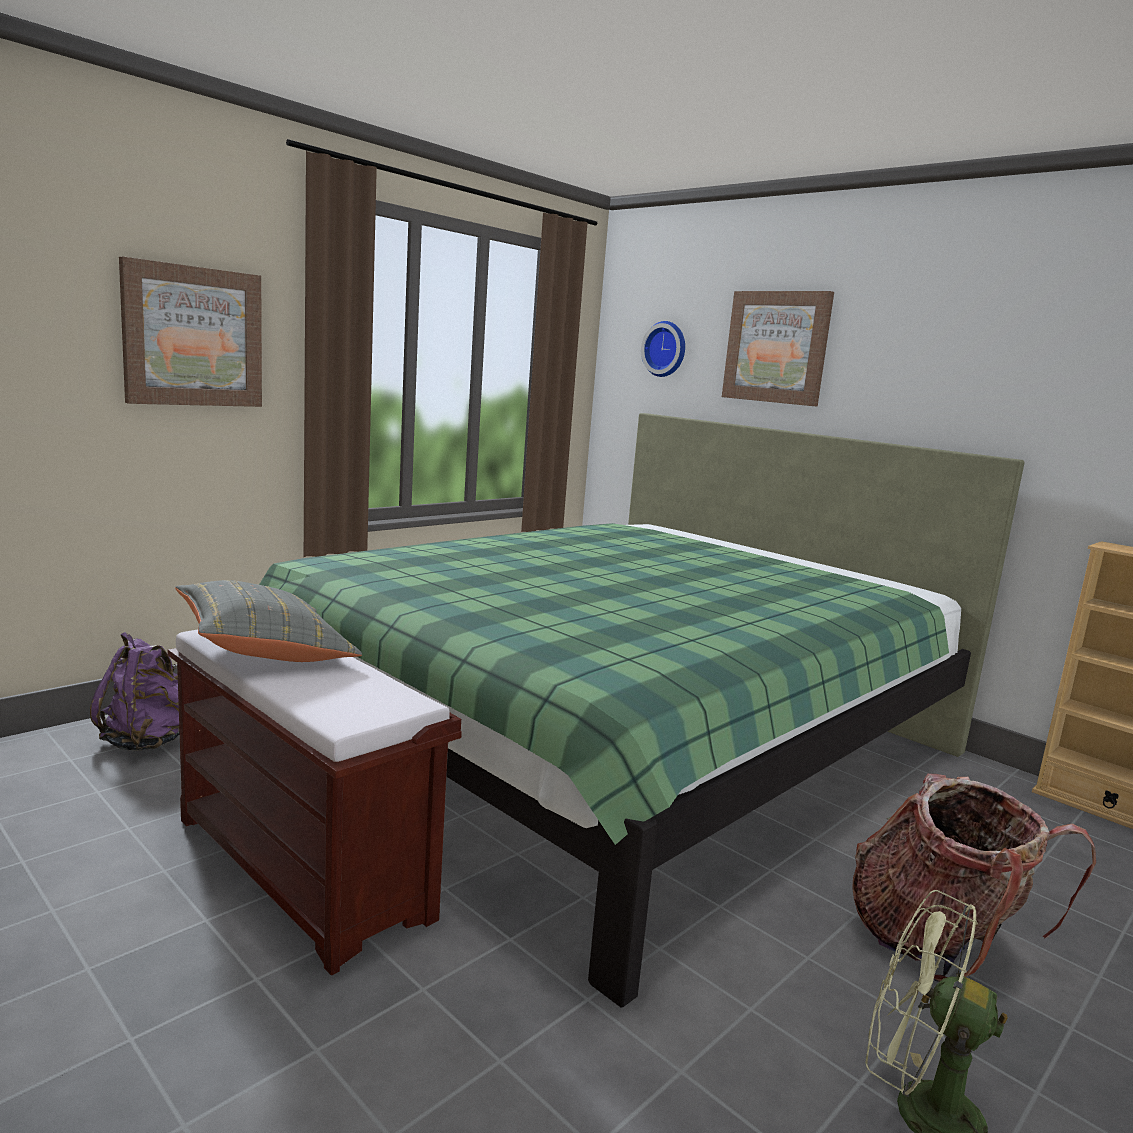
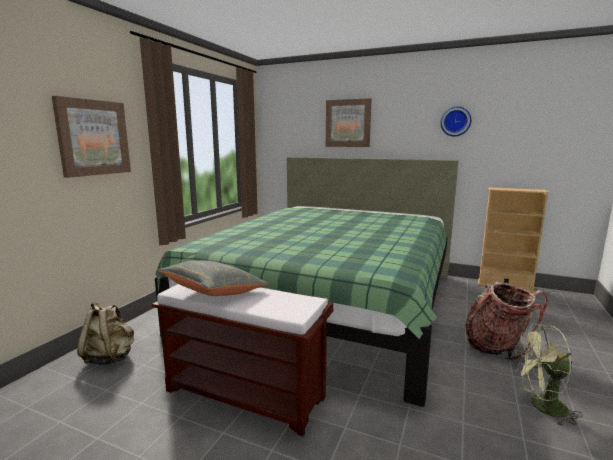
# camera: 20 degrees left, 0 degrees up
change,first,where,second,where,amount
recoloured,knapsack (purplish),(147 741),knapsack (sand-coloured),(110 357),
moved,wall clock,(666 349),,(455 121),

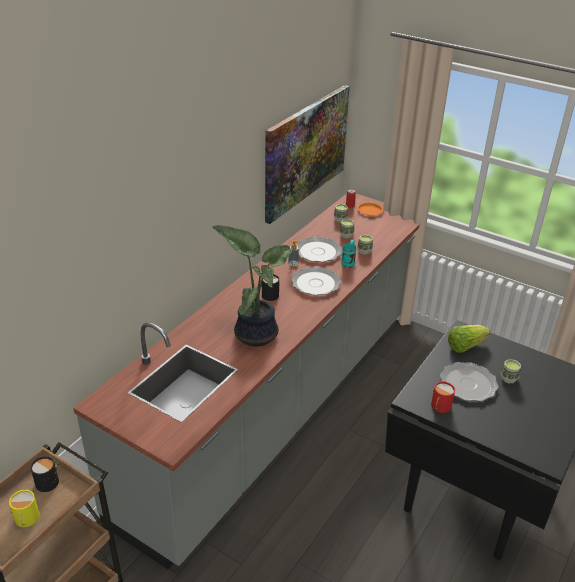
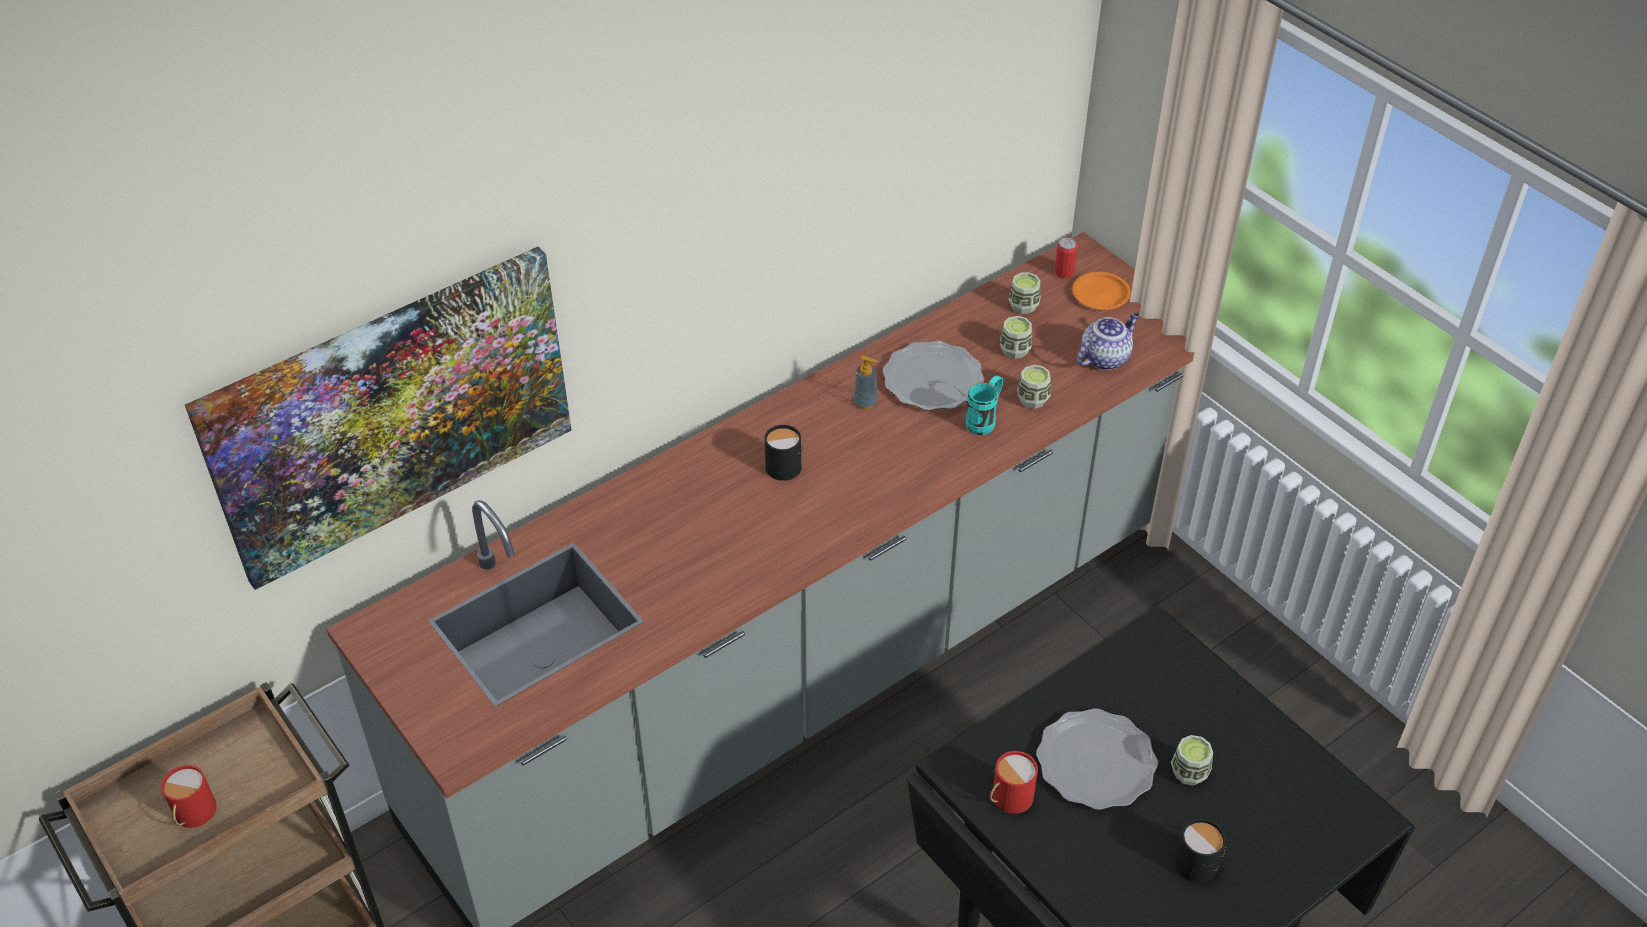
# camera: 20 degrees right, 10 degrees up
change,first,where,second,where,amount
recoloured,tea mug (yellow-coloured),(26 519),tea mug (red-coloured),(192 814),
moved,wall art,(306 151),,(392 414),
added,,,pot for tea,(1105 357),
moved,tea mug (blackish),(49 481),,(1200 862),
removed,houseplant,(255 332),,,
removed,flat dish,(316 283),,,
removed,lettuce,(465 346),,,

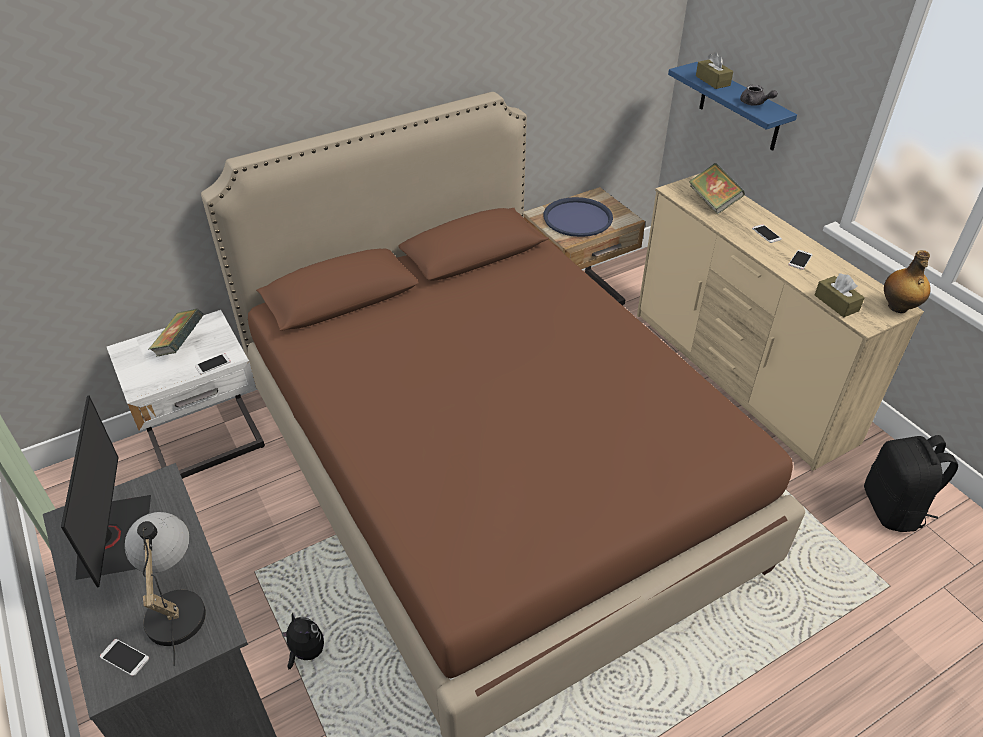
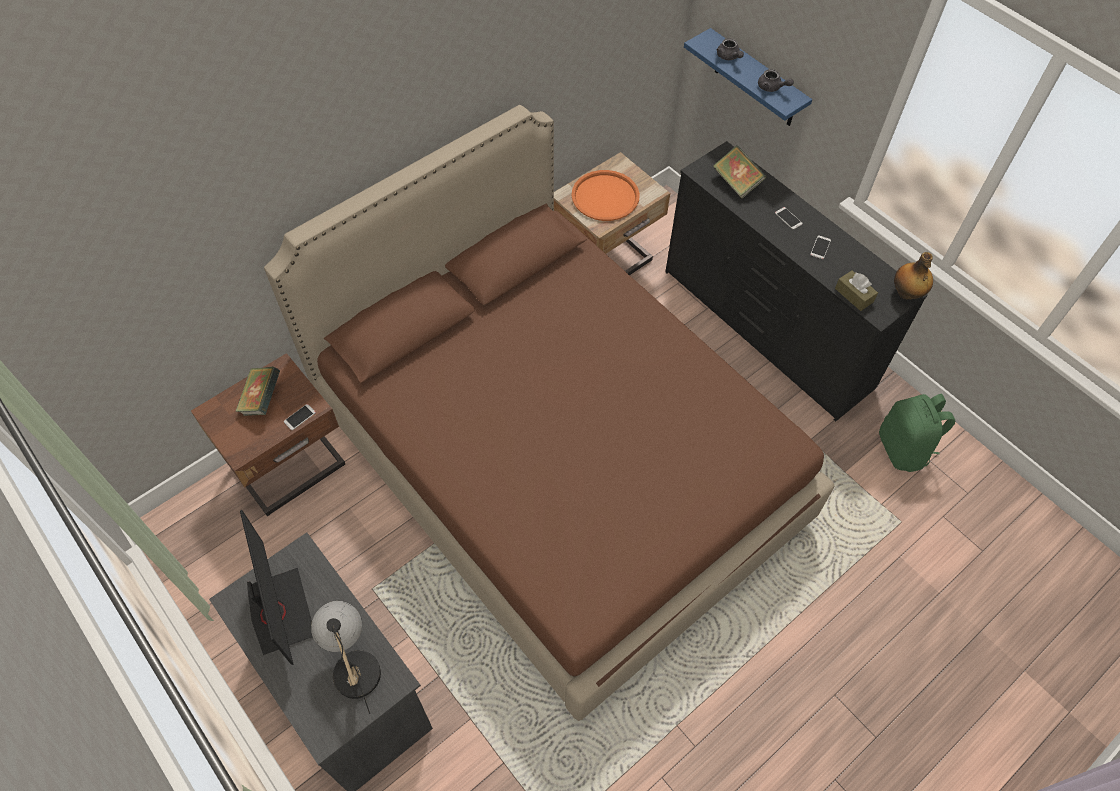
# camera: 10 degrees left, 15 degrees up
change,first,where,second,where,amount
recoloured,bedside table (white-coloured),(208 443),bedside table (brown),(291 468),
recoloured,tray (bluish),(577 218),tray (orange),(605 196),
recoloured,drawer chest (sand-coloured),(739 376),drawer chest (blackish),(766 329),
replaced,tissue holder (brown),(712 81),pot for tea (gray),(729 57),
recoloured,knapsack (blackish),(893 509),knapsack (green),(903 449),
removed,phone,(124 657),,,
removed,soft toy,(305 652),,,

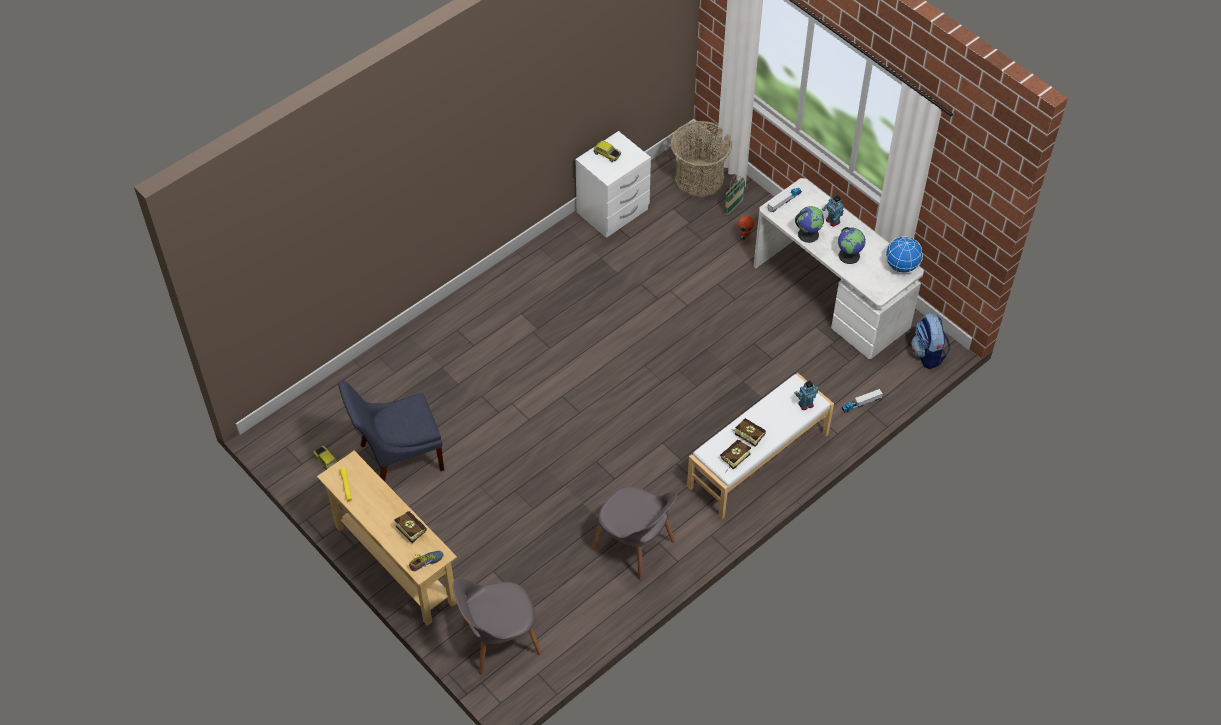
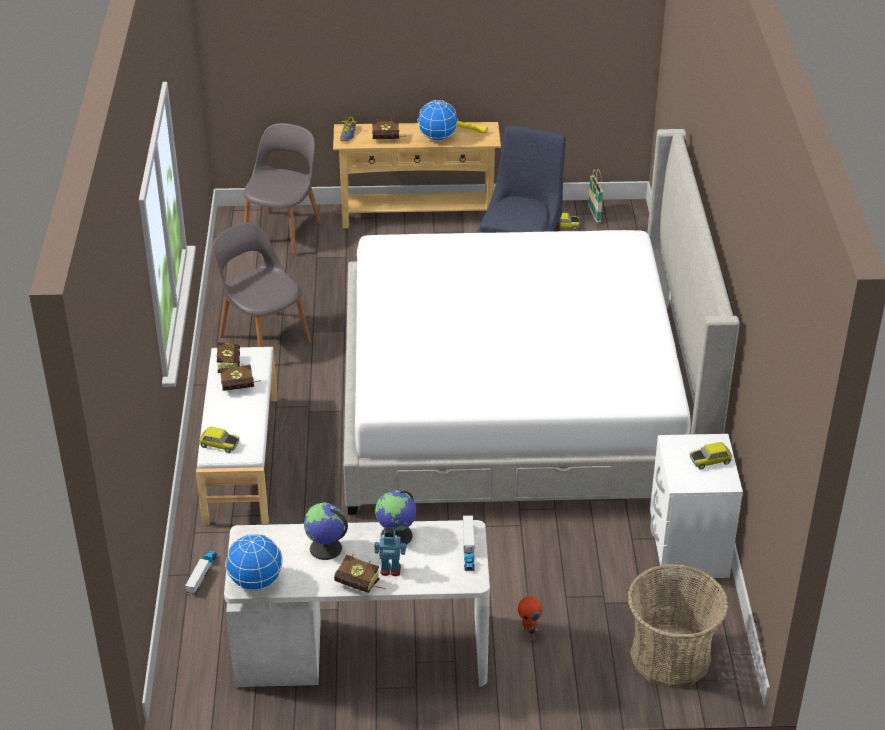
# camera: 130 degrees right, 15 degrees down
change,first,where,second,where,amount
replaced,model robot,(805 404),miniature car,(219 445),
turned,upright chair (gray),(635 546),,(263 337),60 degrees clockwise
added,,,bound book,(361 586),
added,,,bedroom bed,(518 403),
added,,,world globe,(438 137),
moved,household basket,(733 207),,(594 214),
removed,knapsack,(927 354),,,

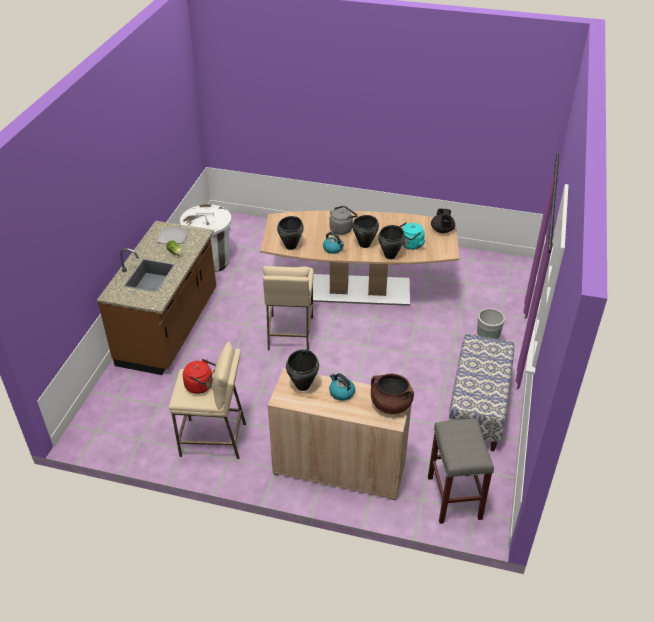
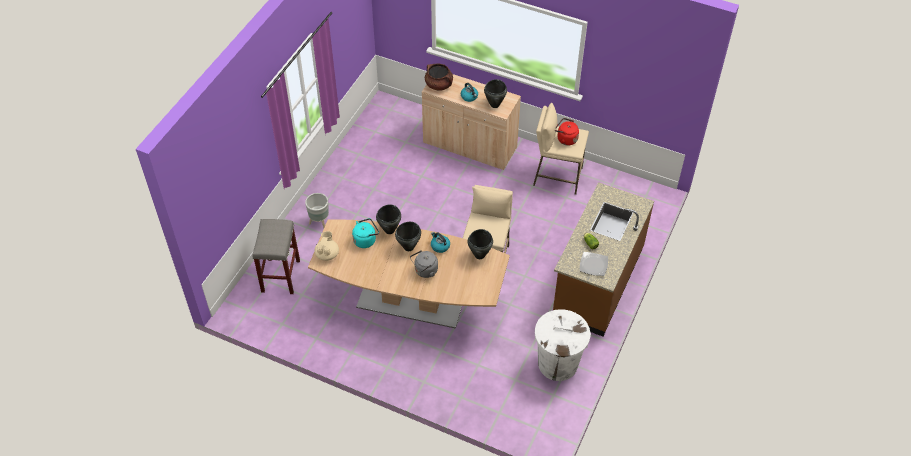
# camera: 170 degrees left, 10 degrees up
change,first,where,second,where,amount
moved,stool seat (gray),(455 498),,(280 275),
recoloured,pot for tea (blackish),(442 230),pot for tea (sand-coloured),(327 254),
removed,indoor bench,(477 409),,,

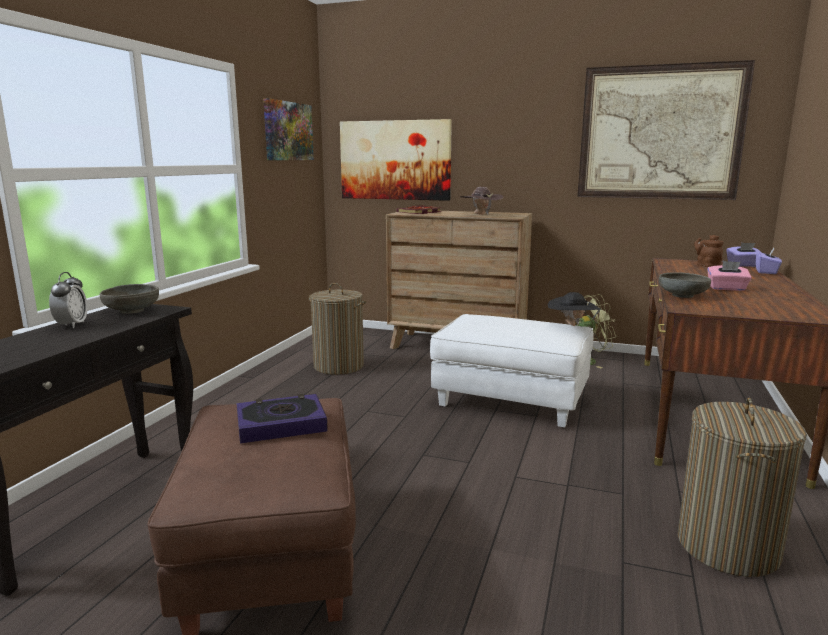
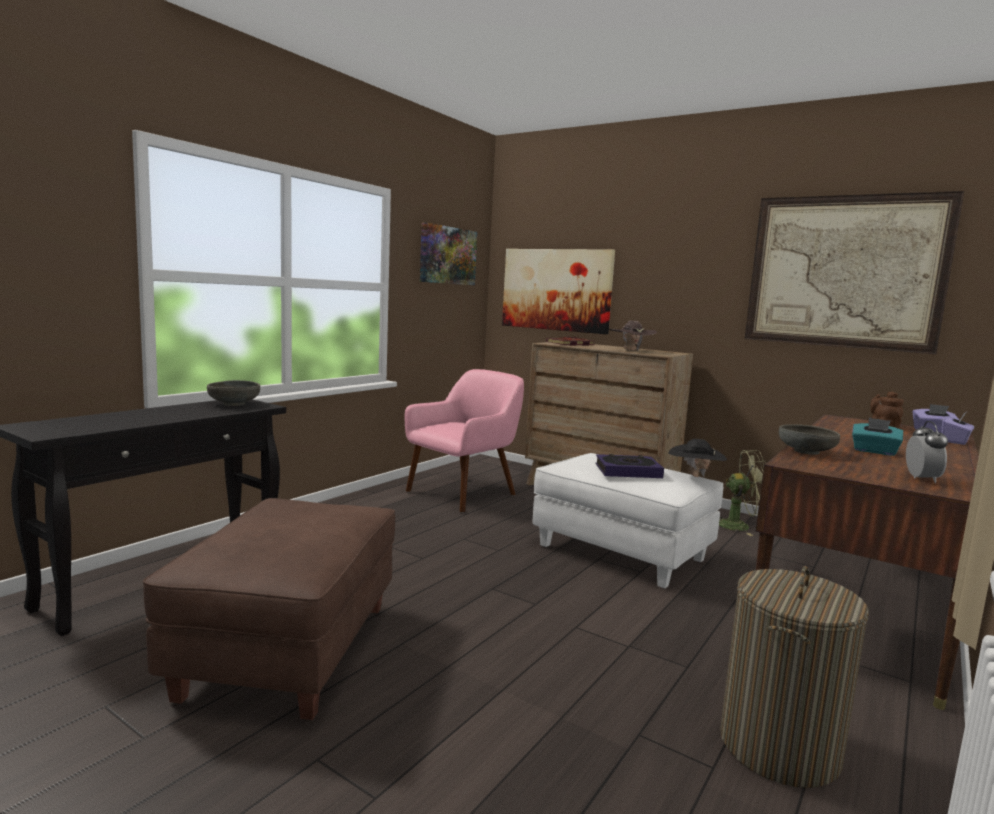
# camera: 15 degrees right, 5 degrees down
change,first,where,second,where,amount
replaced,washing basket,(339 366),easy chair (pink),(463 493),
moved,bound book,(281 424),,(628 471),
recoloured,tissue holder (pink),(727 288),tissue holder (turquoise),(874 451),
moved,table clock,(72 325),,(921 479),

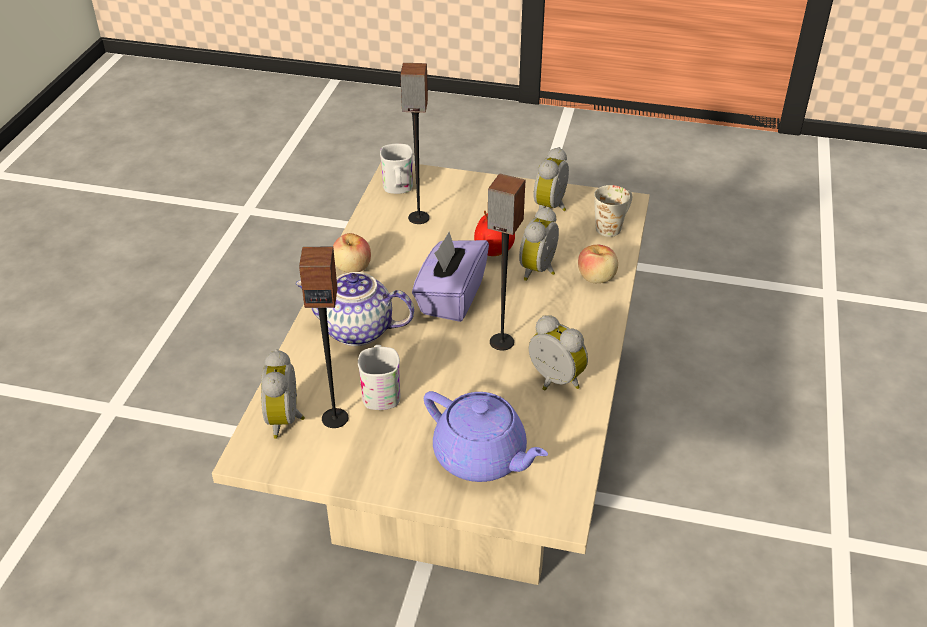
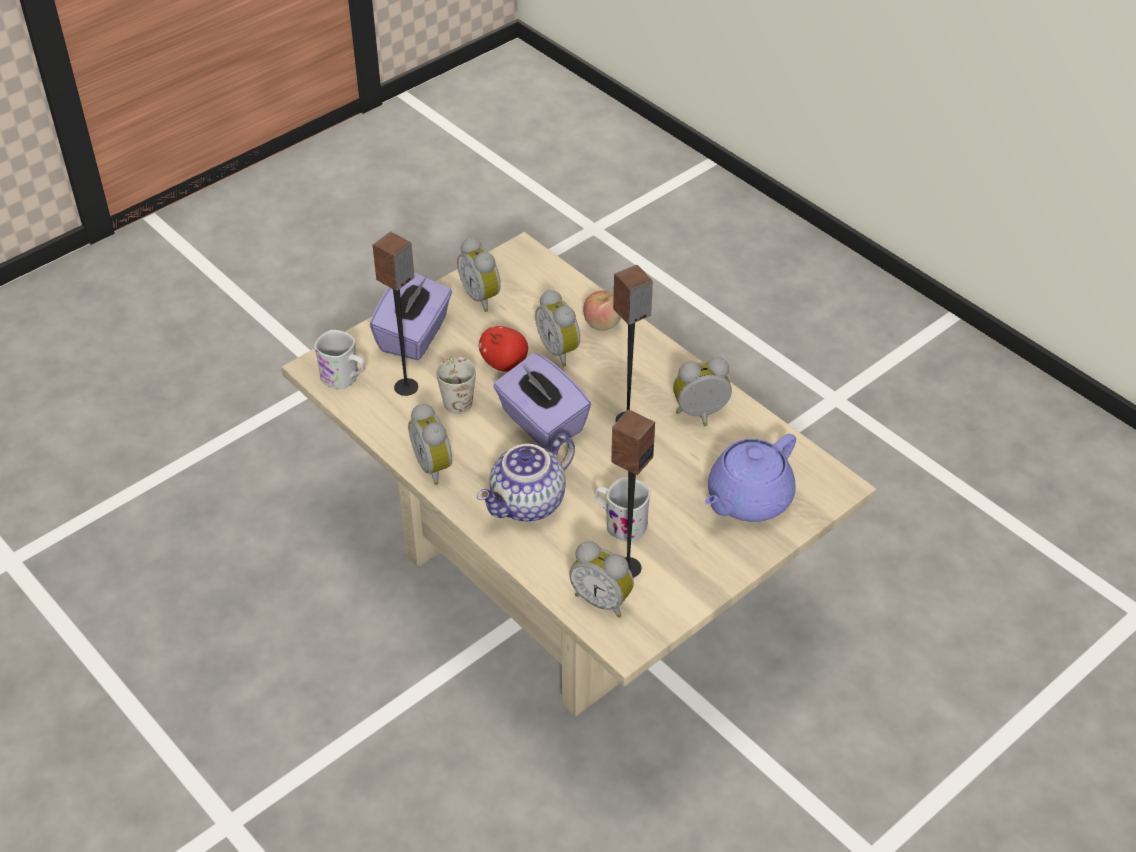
# camera: 55 degrees left, 5 degrees up
change,first,where,second,where,amount
added,,,tissue holder (purplish),(414 335),
replaced,whole apple,(352 268),table clock,(435 466),
moved,tea mug (white-coloured),(613 225),,(456 397),
turned,pot for tea (purplish),(482 457),,(747 499),150 degrees clockwise

